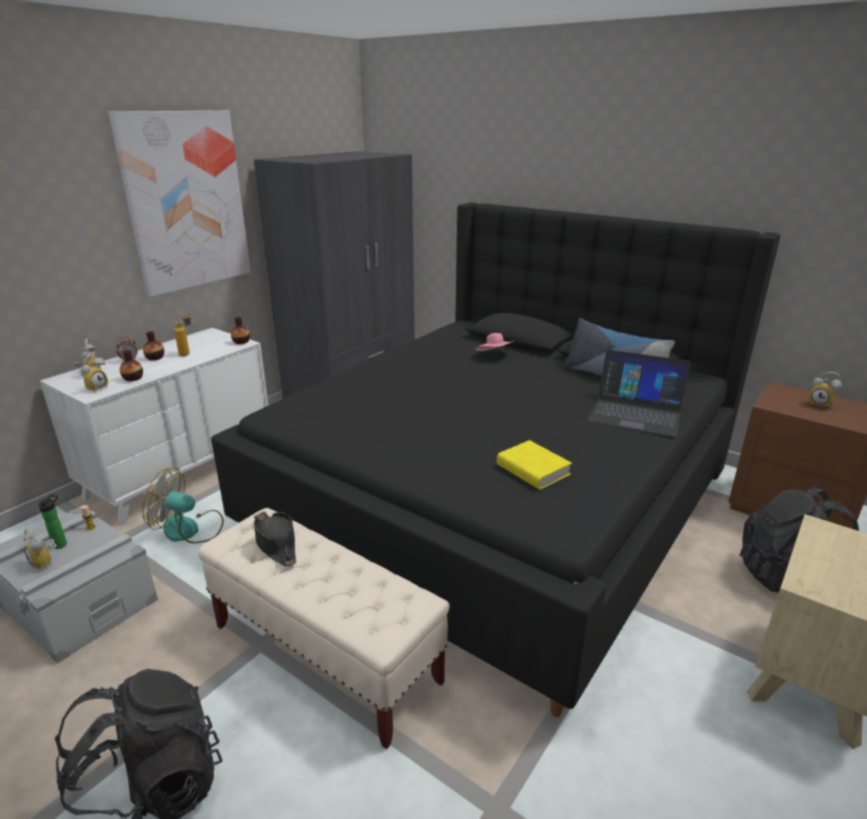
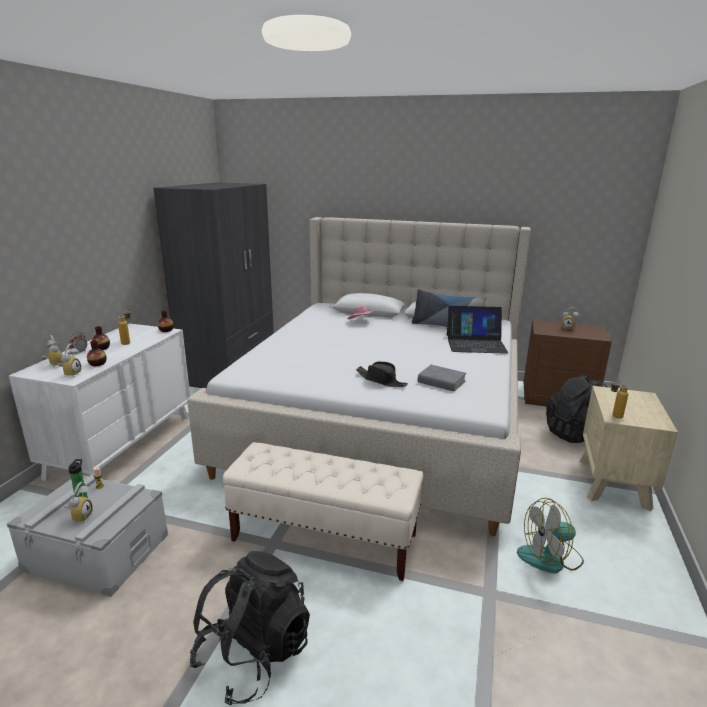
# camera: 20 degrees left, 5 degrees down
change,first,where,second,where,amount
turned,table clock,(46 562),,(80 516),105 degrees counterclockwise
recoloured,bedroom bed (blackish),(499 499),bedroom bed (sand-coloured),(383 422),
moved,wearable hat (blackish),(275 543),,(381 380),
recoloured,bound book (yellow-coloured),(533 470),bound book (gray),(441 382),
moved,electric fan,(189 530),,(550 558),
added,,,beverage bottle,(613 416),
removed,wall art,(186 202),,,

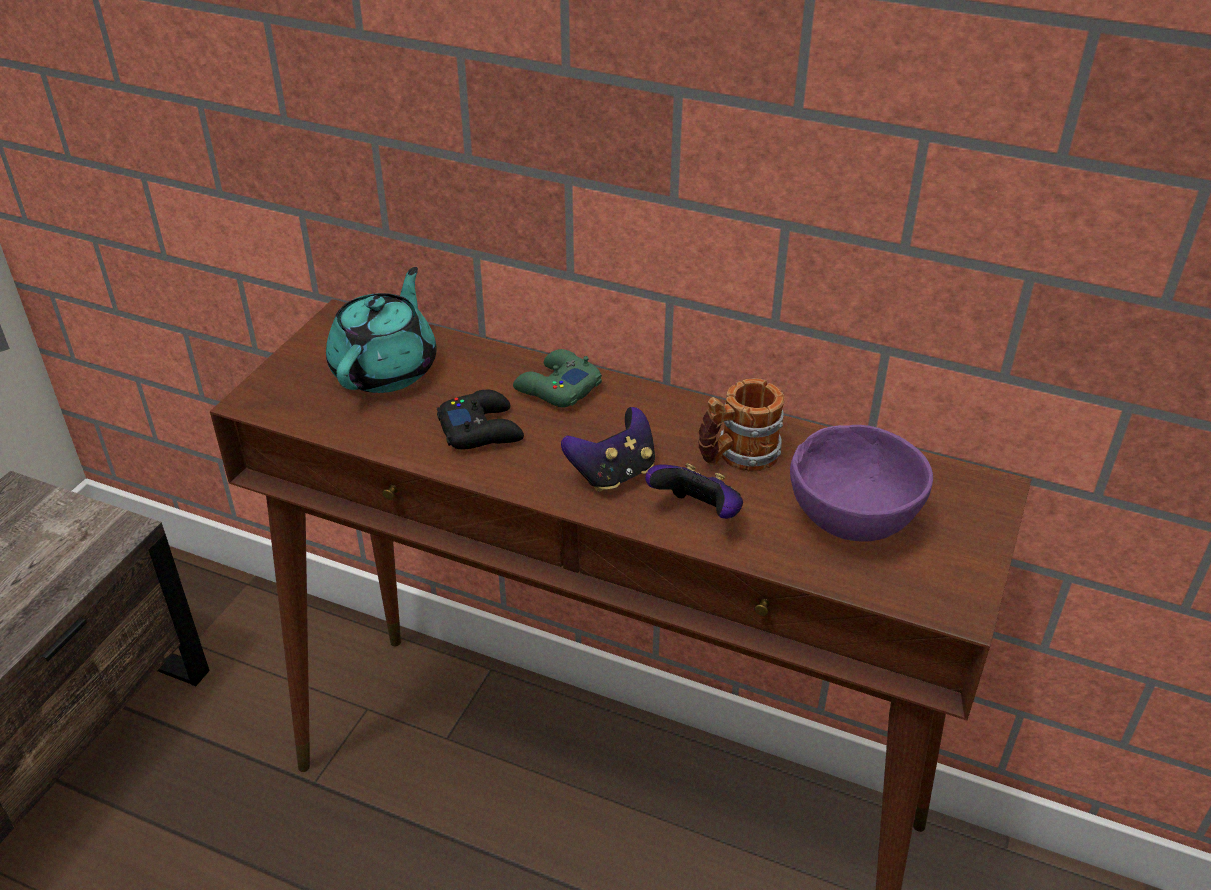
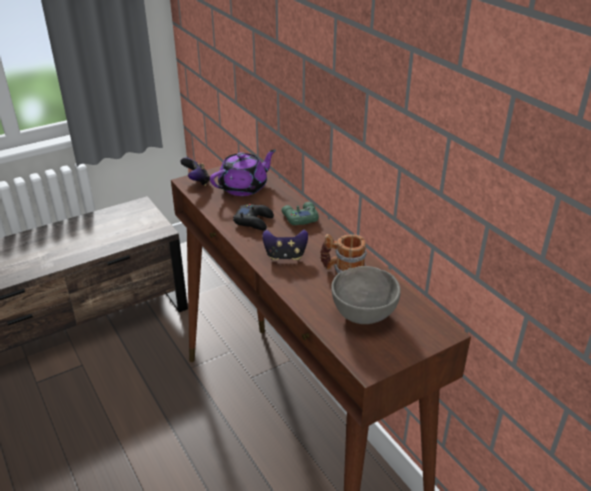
# camera: 35 degrees right, 5 degrees down
change,first,where,second,where,amount
moved,game controller,(698 514),,(197 182),
recoloured,pot for tea (turquoise),(386 369),pot for tea (purplish),(244 187),
recoloured,serving bowl (purplish),(852 518),serving bowl (gray),(364 314),

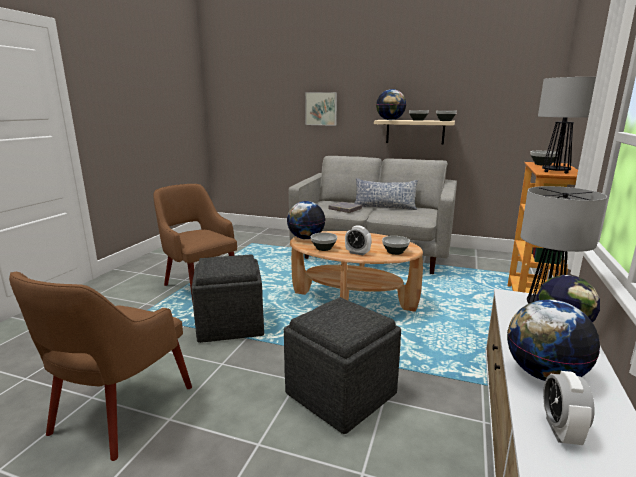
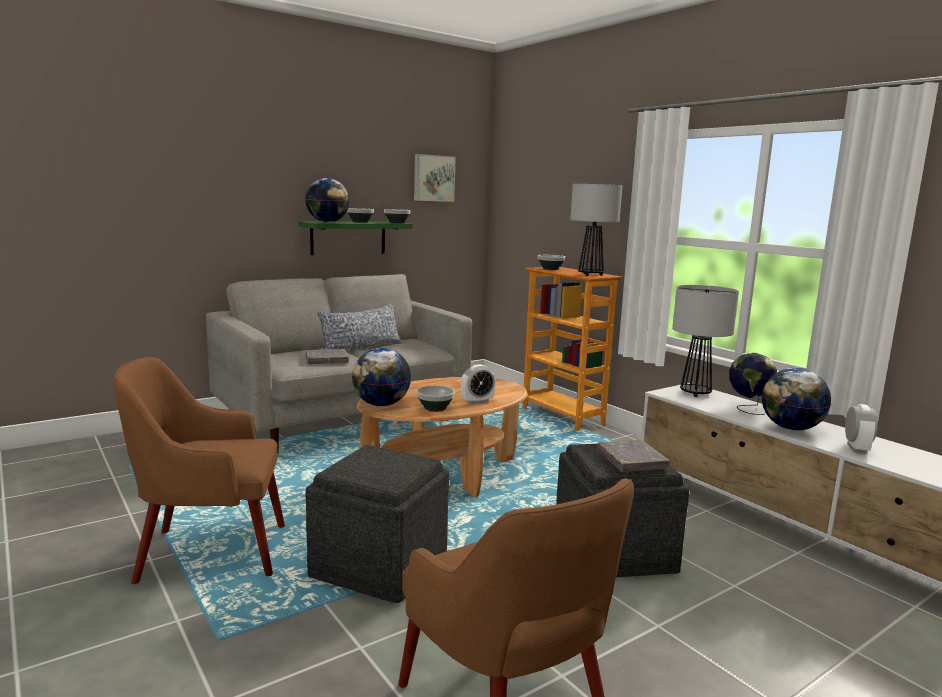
# camera: 55 degrees left, 5 degrees down
change,first,where,second,where,amount
recoloured,shelf (sand-coloured),(415 131),shelf (green),(348 237),
moved,wall art,(321 108),,(433 178),
added,,,bound book (gray),(631 460),
turned,table clock,(561 430),,(856 448),120 degrees counterclockwise
removed,serving bowl,(395 252),,,

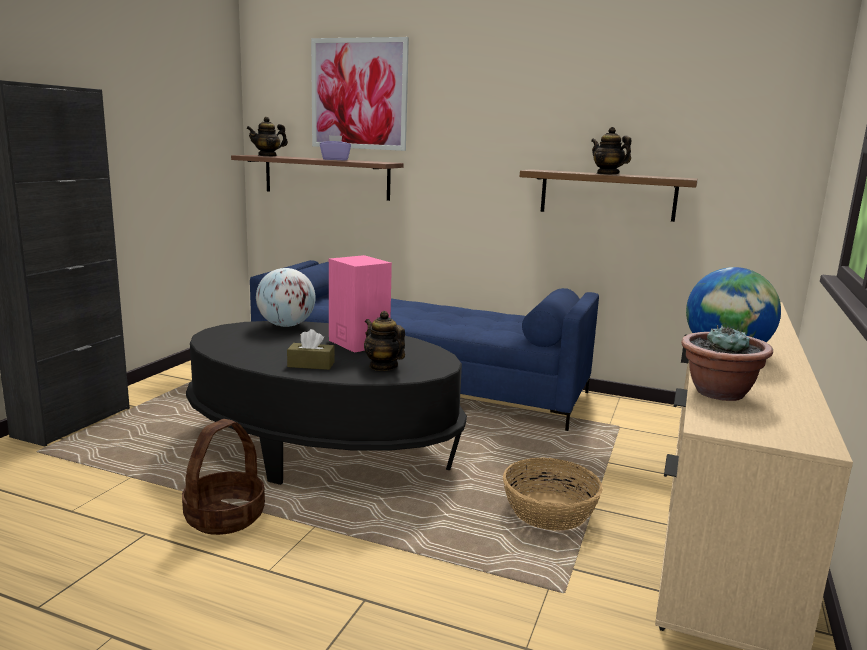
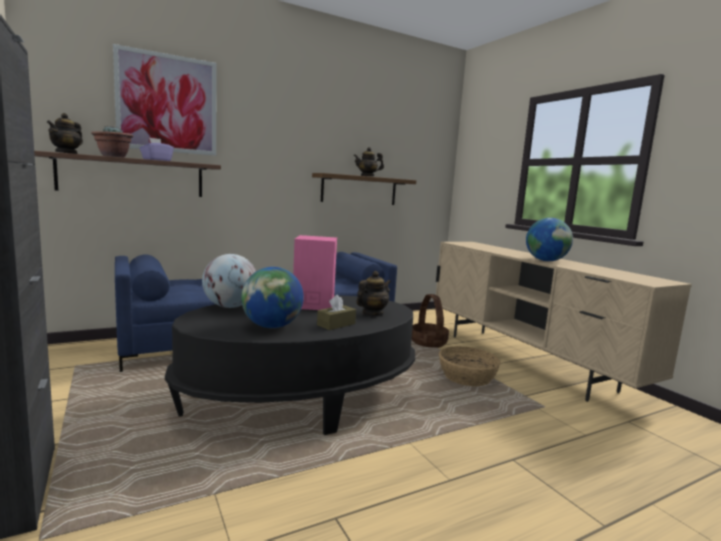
# camera: 50 degrees left, 5 degrees down
change,first,where,second,where,amount
moved,houseplant,(718 393),,(113 156),
added,,,world globe,(272 327),
turned,pot for tea,(383 366),,(372 313),135 degrees clockwise
moved,household basket,(225 517),,(428 342),

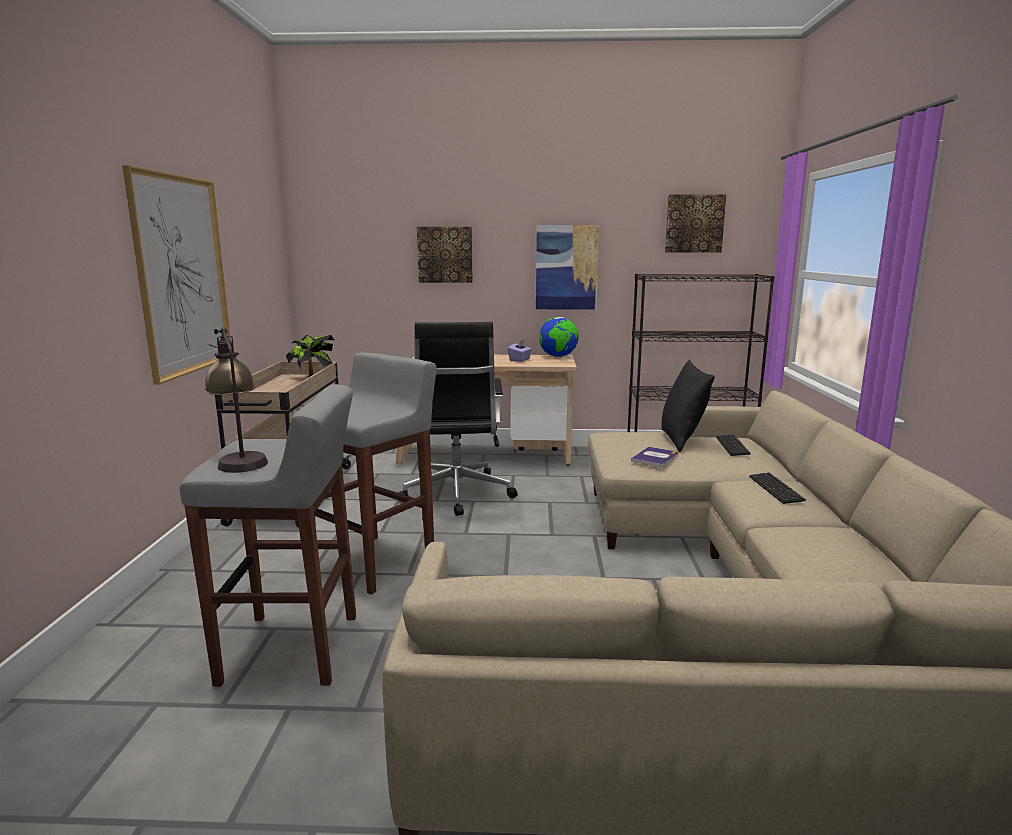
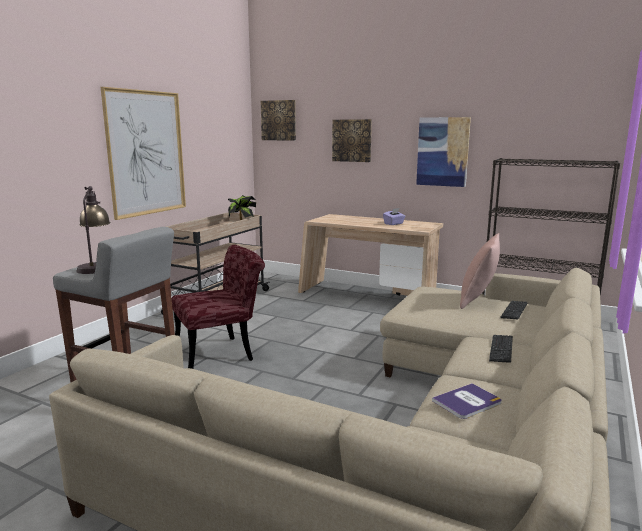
# camera: 25 degrees right, 0 degrees up
change,first,where,second,where,amount
replaced,stool seat (gray),(374 563),upright chair (red-coloured),(222 353),
moved,wall art,(694 223),,(279 120),
moved,bound book,(655 457),,(467 402),
recoloured,throw pillow (blackish),(682 440),throw pillow (pink),(478 300),
removed,office chair (blackish),(456 494),,,
removed,world globe,(558 356),,,

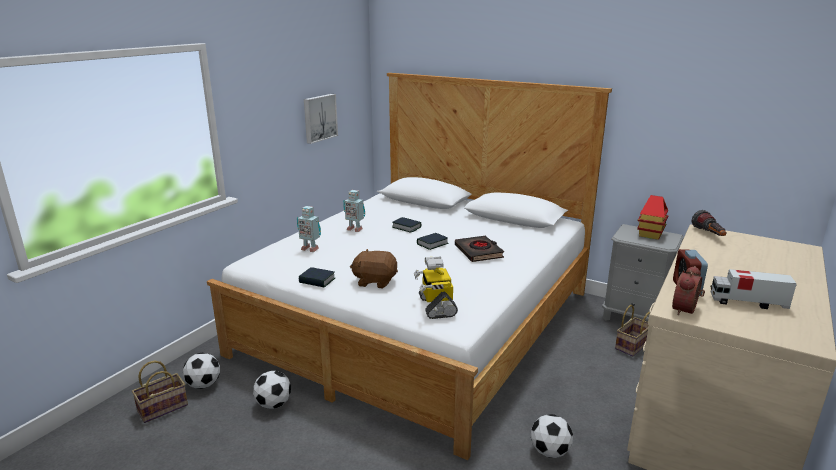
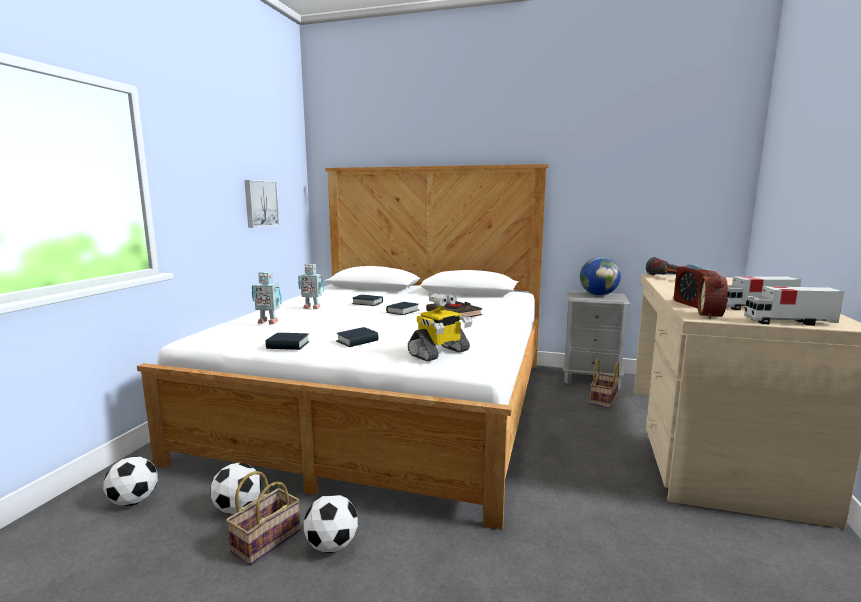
# camera: 15 degrees left, 10 degrees down
change,first,where,second,where,amount
moved,household basket,(163 407),,(267 539),
moved,football ball,(549 451),,(332 545),
replaced,soft toy (brown),(375 281),bound book,(357 341),
turned,model robot,(436 306),,(439 353),105 degrees counterclockwise
replaced,miniature house,(650 234),world globe,(598 295),
added,,,toy truck,(788 322),

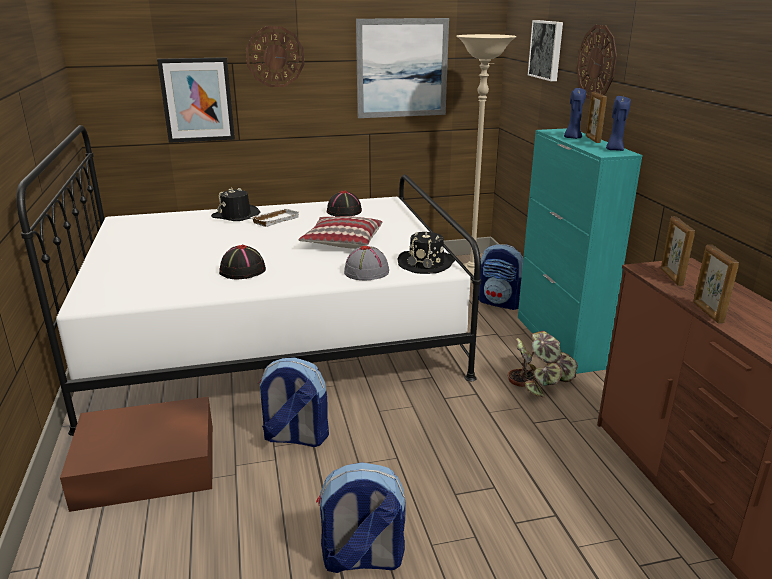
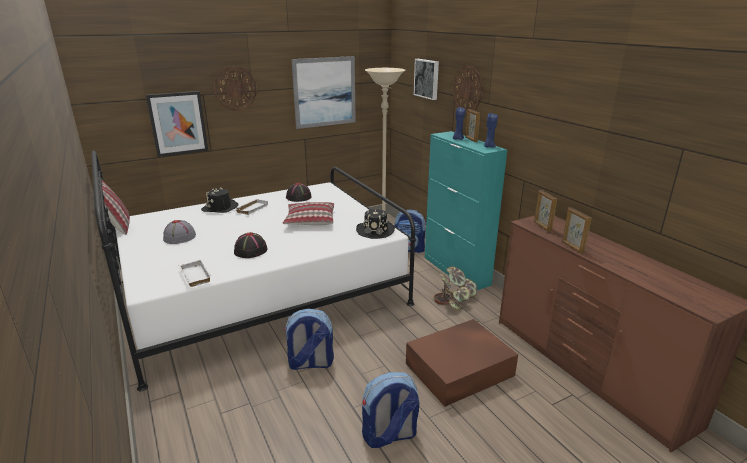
# camera: 15 degrees left, 0 degrees up
change,first,where,second,where,amount
added,,,throw pillow,(118 226),
moved,wearable hat (gray),(367 271),,(180 237),
added,,,tray (white-coloured),(193 276),
moved,storage bin (brown),(149 465),,(460 369),

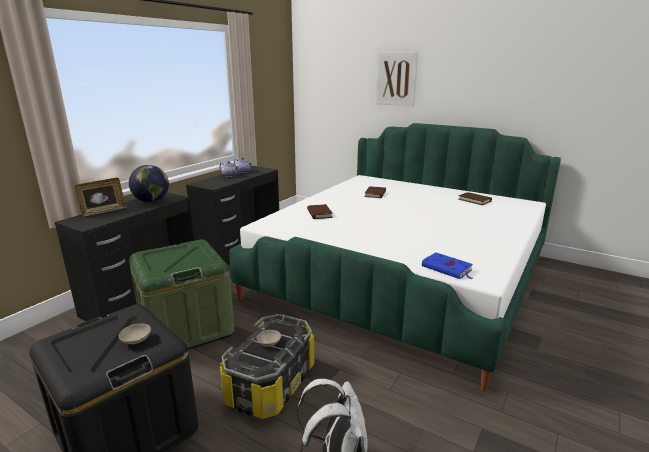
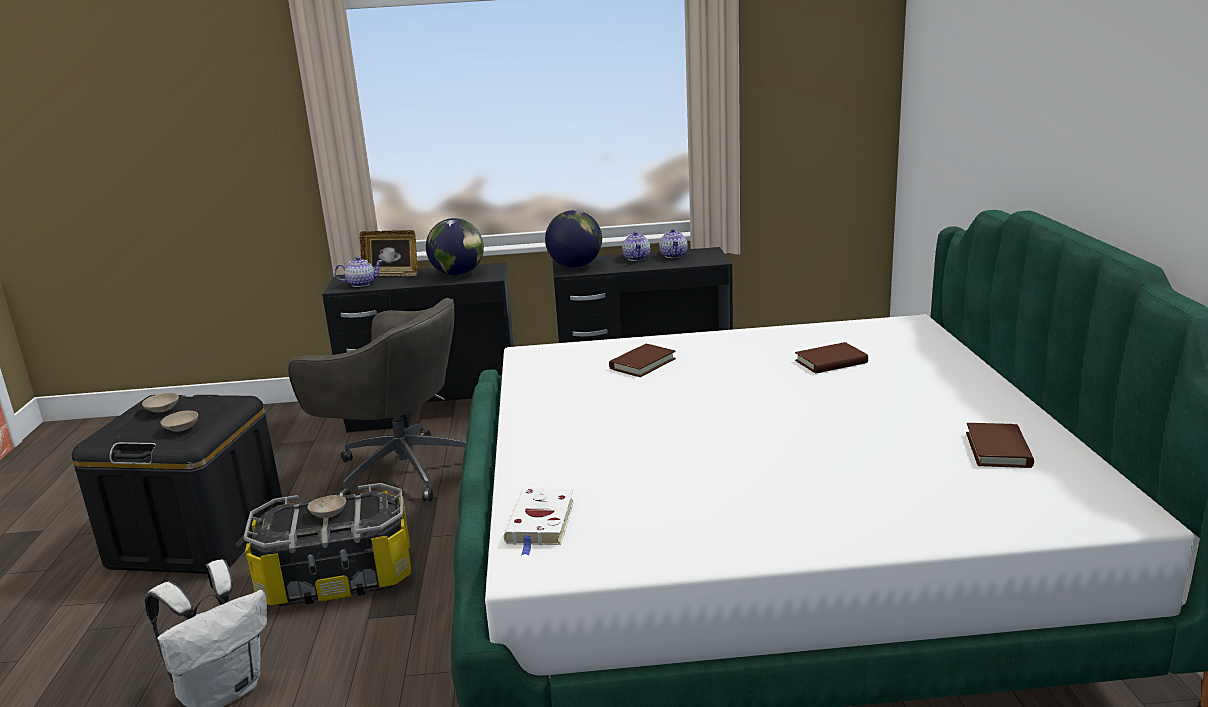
# camera: 55 degrees right, 0 degrees up
change,first,where,second,where,amount
added,,,serving bowl (sand-coloured),(163 409),
replaced,storage bin (green),(186 327),office chair (gray),(400 470),
added,,,pot for tea,(361 284),
recoloured,bound book (bluish),(448 269),bound book (white-coloured),(541 524),
added,,,world globe,(575 266),
removed,wall art,(396 79),,,

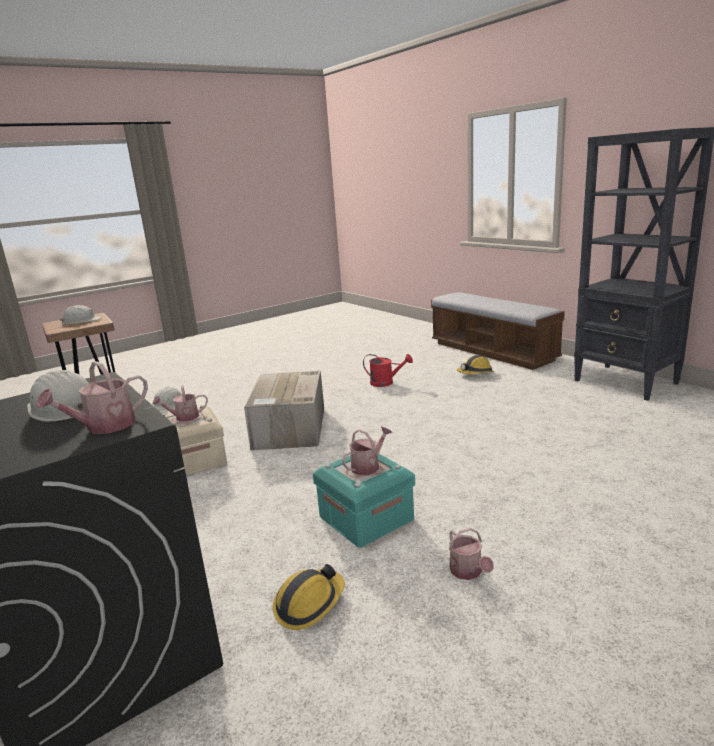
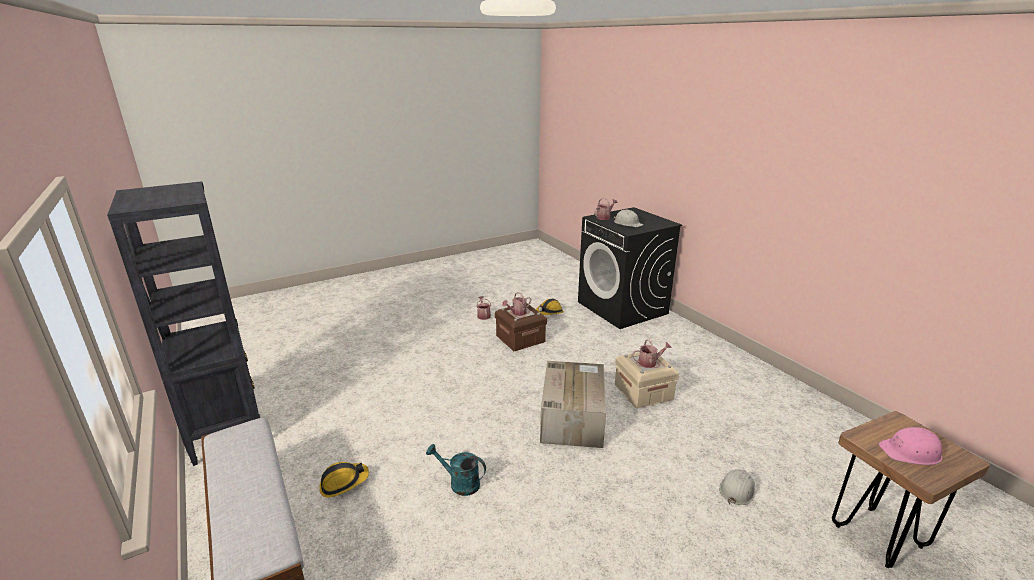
# camera: 175 degrees left, 5 degrees up
change,first,where,second,where,amount
recoloured,watering pot (red-coloured),(386 383),watering pot (turquoise),(459 483),
recoloured,storage bin (turquoise),(366 518),storage bin (brown),(520 339),
recoloured,work helmet (white-coloured),(81 321),work helmet (pink),(911 452),

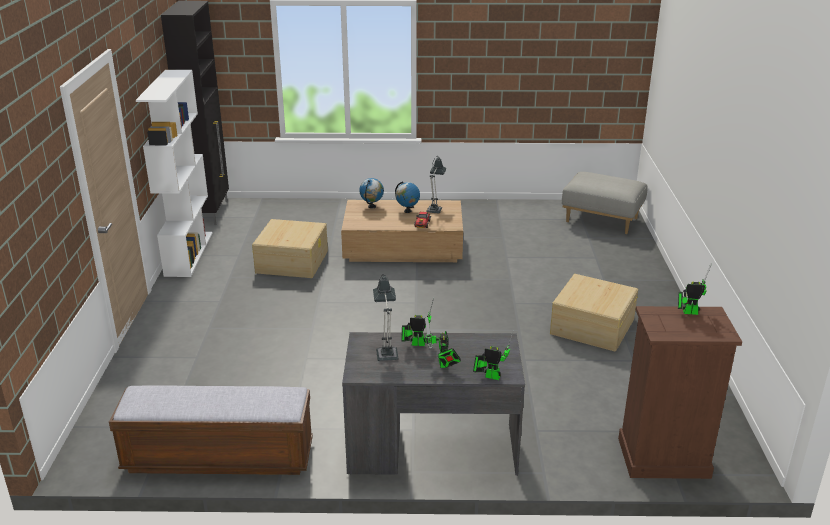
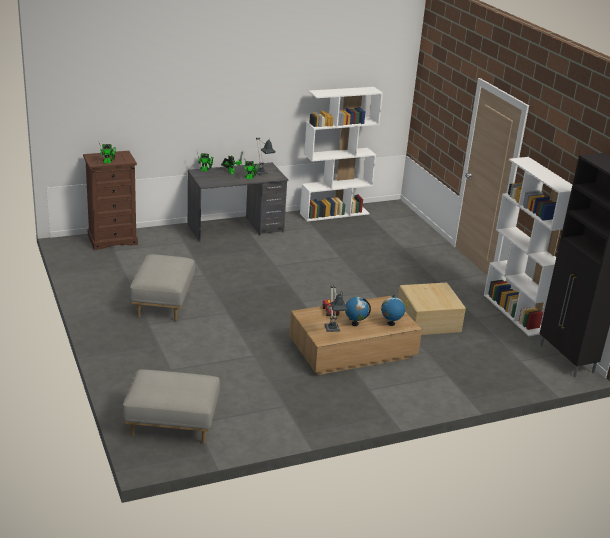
# camera: 155 degrees right, 0 degrees up
change,first,where,second,where,amount
replaced,storage bin (sand-coloured),(592 326),pouffe (gray),(163 303),
replaced,indoor bench,(218 457),bookcase (white-coloured),(335 213),

